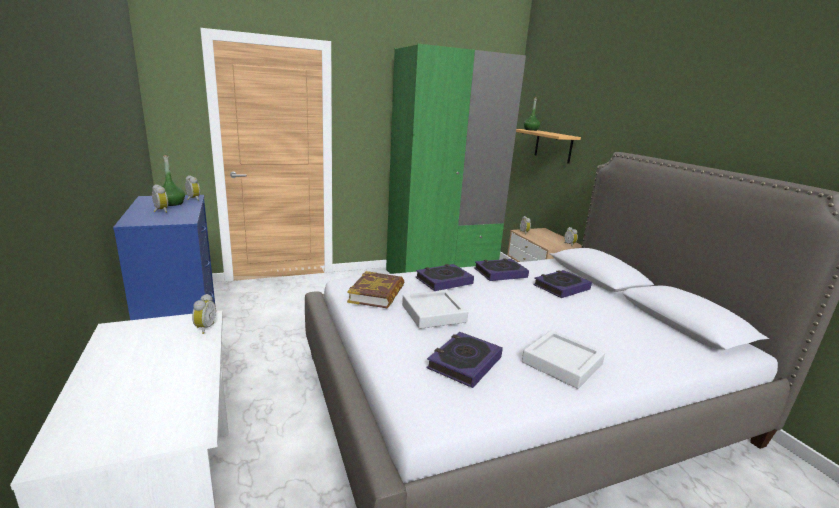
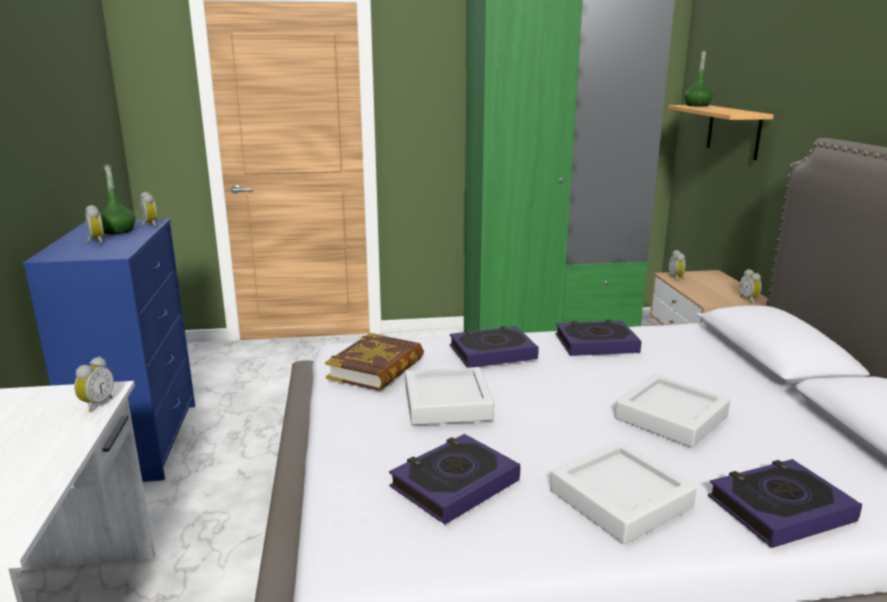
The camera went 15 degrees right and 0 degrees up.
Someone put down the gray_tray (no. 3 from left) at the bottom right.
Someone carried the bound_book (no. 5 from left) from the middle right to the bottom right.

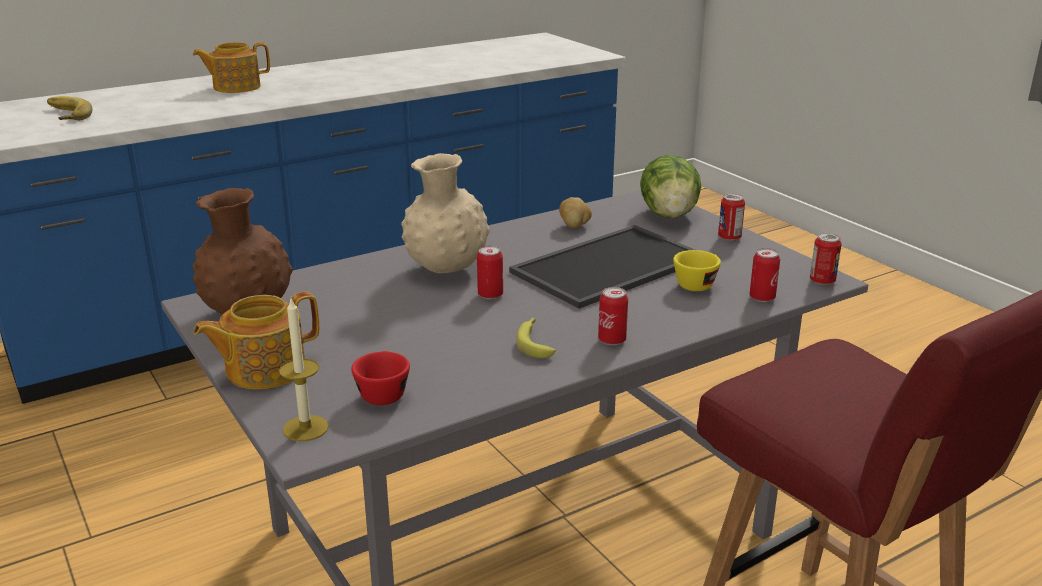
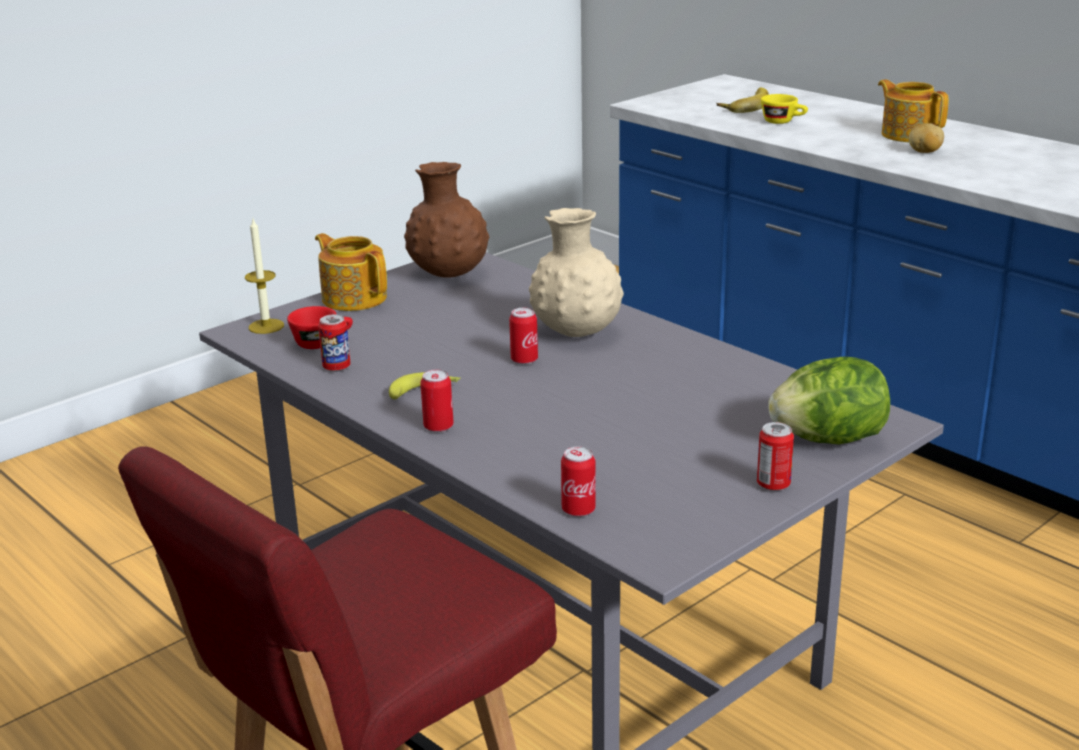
The camera went 80 degrees right and 0 degrees up.
Someone took away the tray at the centre.
Someone carried the spud from the centre to the top right.
Someone carried the yellow-coloured_small_cup from the middle right to the top right.
Someone carried the metal_can (no. 5 from left in the first image) from the middle right to the middle left.

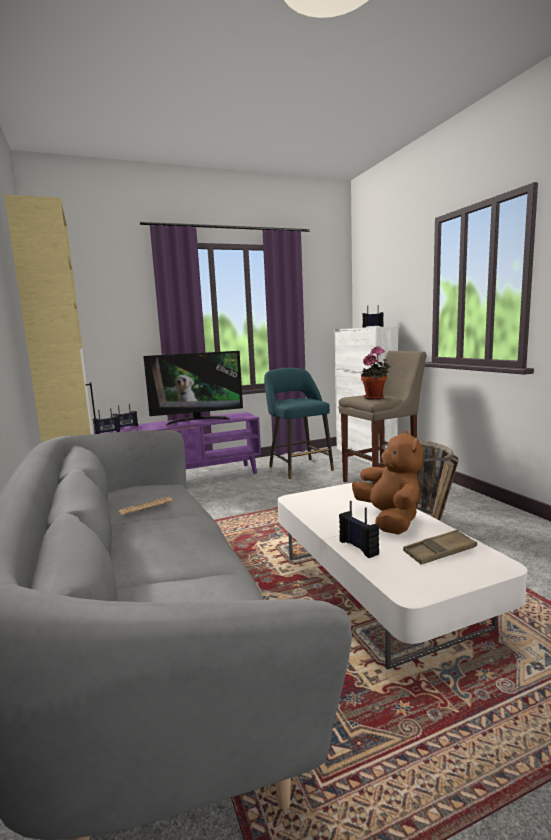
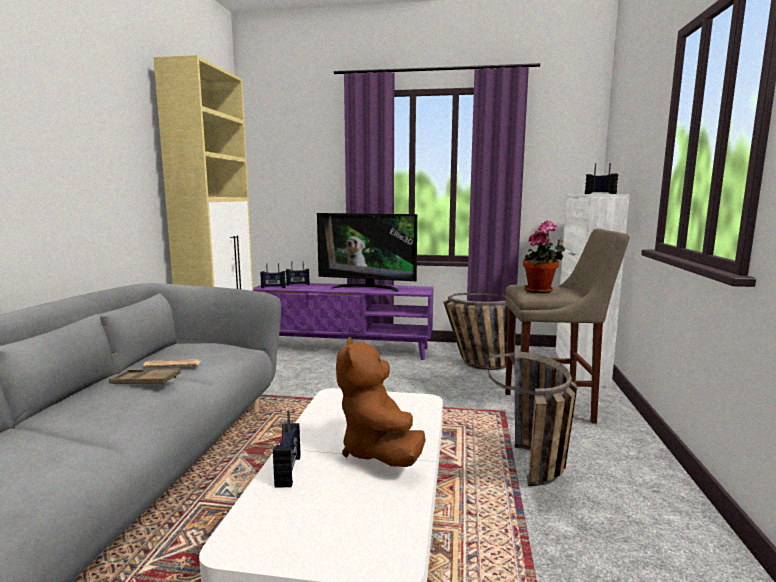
The camera went 30 degrees right and 0 degrees up.
Someone carried the brown_tray from the middle right to the middle left.
Someone swapped the turquoise_sitting_stool at the centre for the storage_basket (no. 1 from left) at the centre.
Someone rotated the brown_cuddly_toy at the middle right by 150 degrees clockwise.

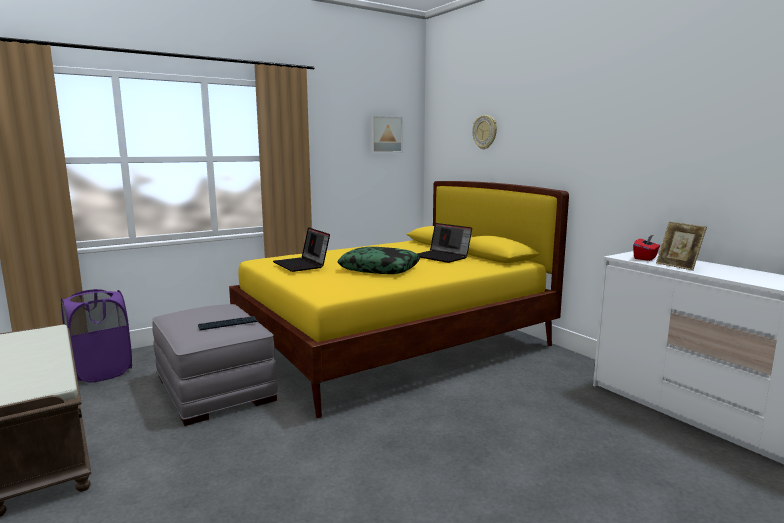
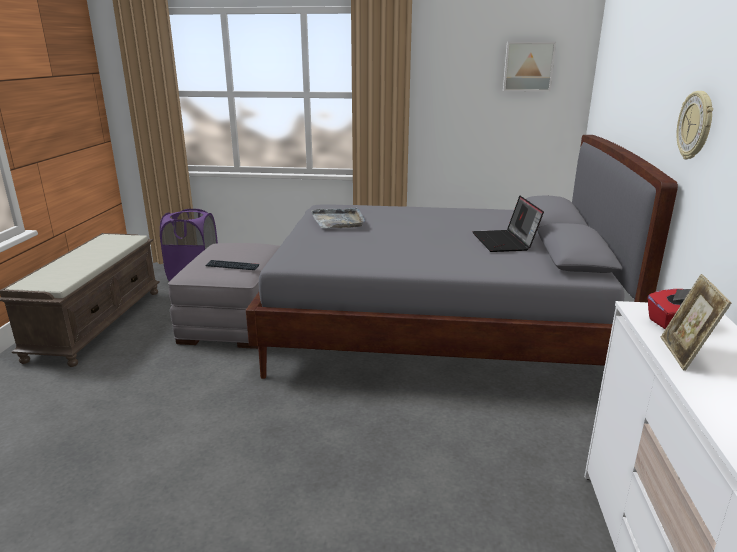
The camera went 40 degrees right and 10 degrees up.
Someone took away the cushion at the centre.
Someone carried the clock_on_the_wall from the top centre to the top right.
Someone swapped the laptop (no. 1 from left) at the centre for the gray_tray at the centre.
Someone repainted the yellow-coloured_bed at the centre, which became the gray_bed at the centre.

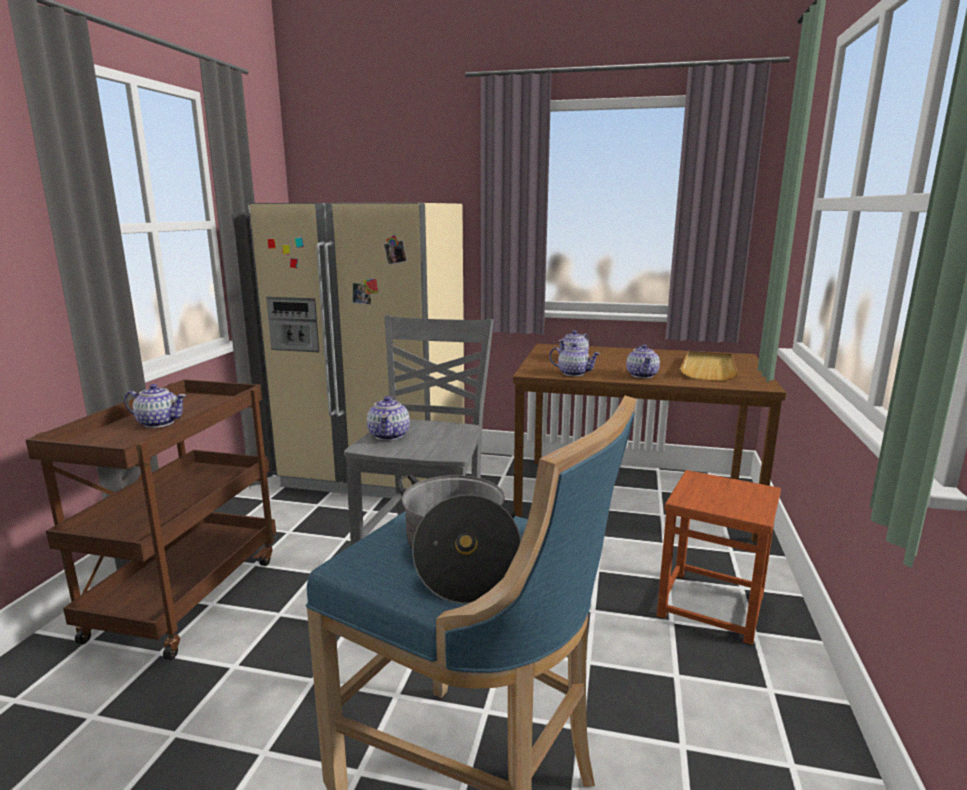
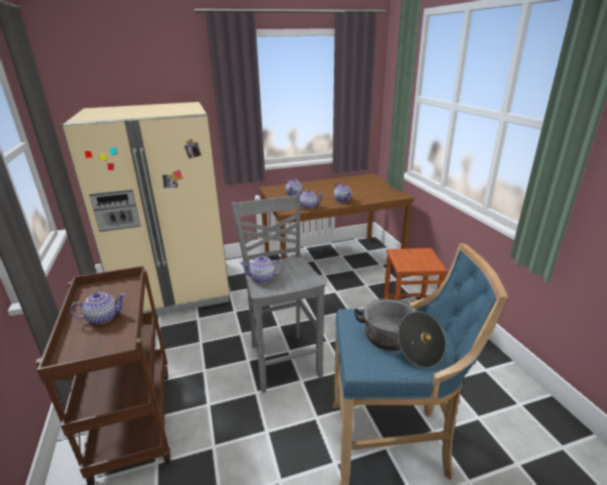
The camera went 30 degrees left and 10 degrees up.
Someone took away the beige_tray at the middle right.
Someone rotated the pot_for_tea (no. 2 from left) at the centre by 120 degrees clockwise.

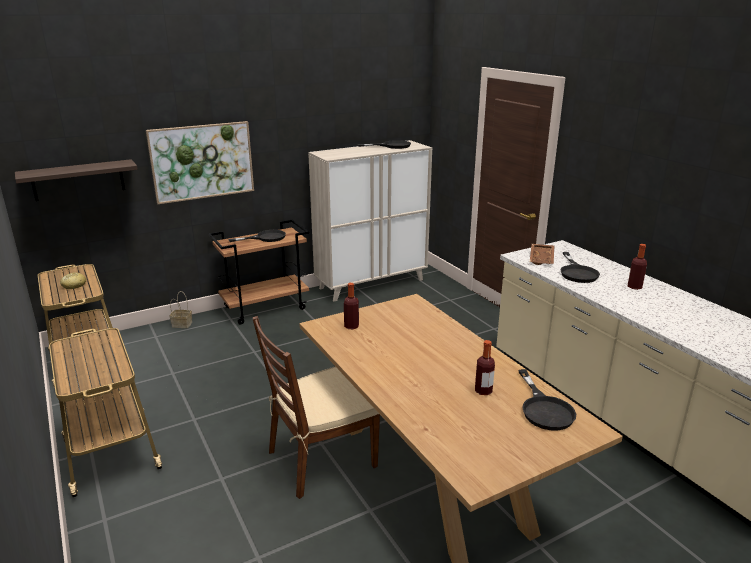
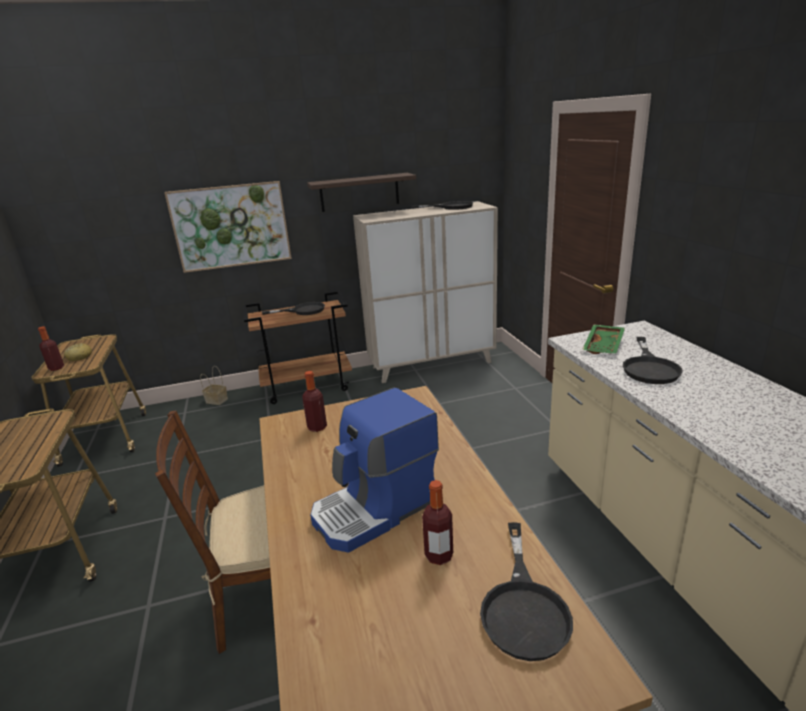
The camera went 15 degrees right and 0 degrees up.
Someone put down the coffee_brewer at the centre.
Someone carried the shelf from the top left to the top centre.
Someone carried the bottle (no. 3 from left in the first image) from the middle right to the middle left.
Someone repainted the brown_tray at the middle right, which became the green-coloured_tray at the middle right.

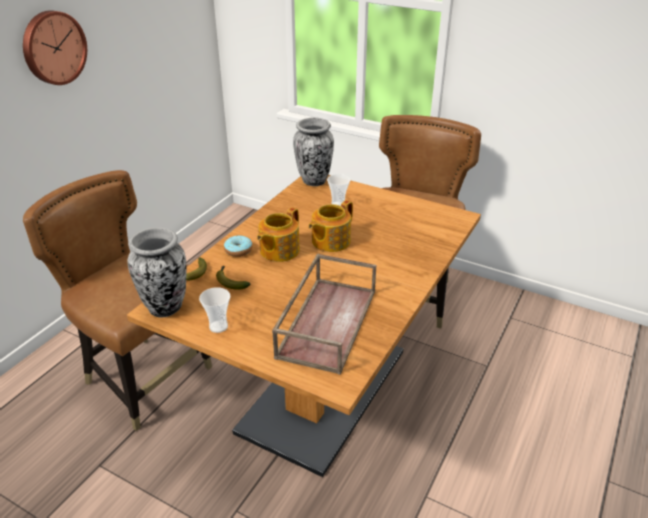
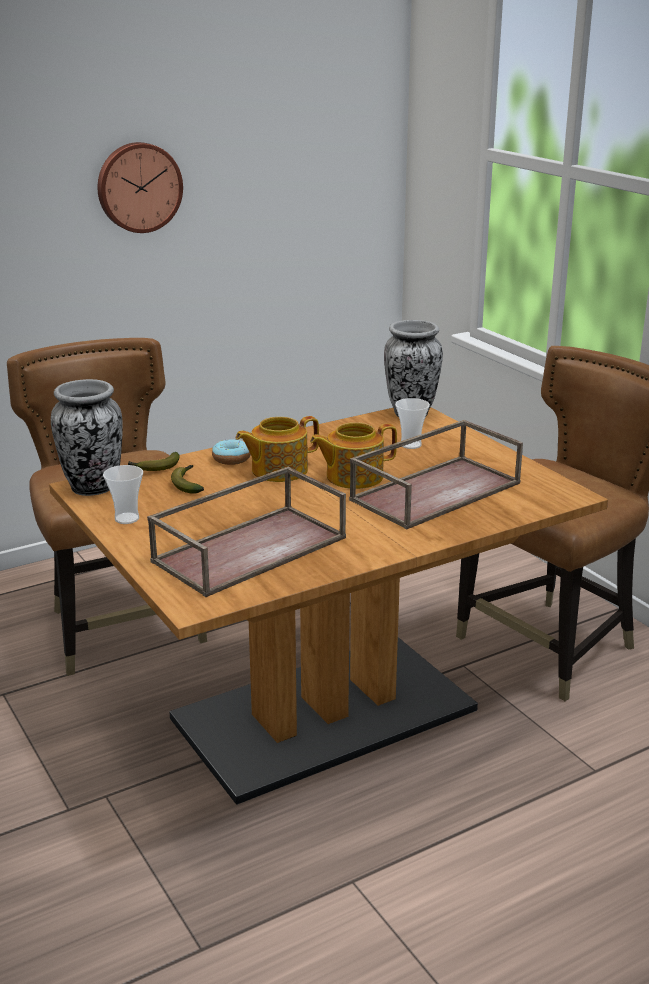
The camera went 30 degrees right and 10 degrees down.
Someone put down the brown_tray (no. 2 from left) at the middle right.

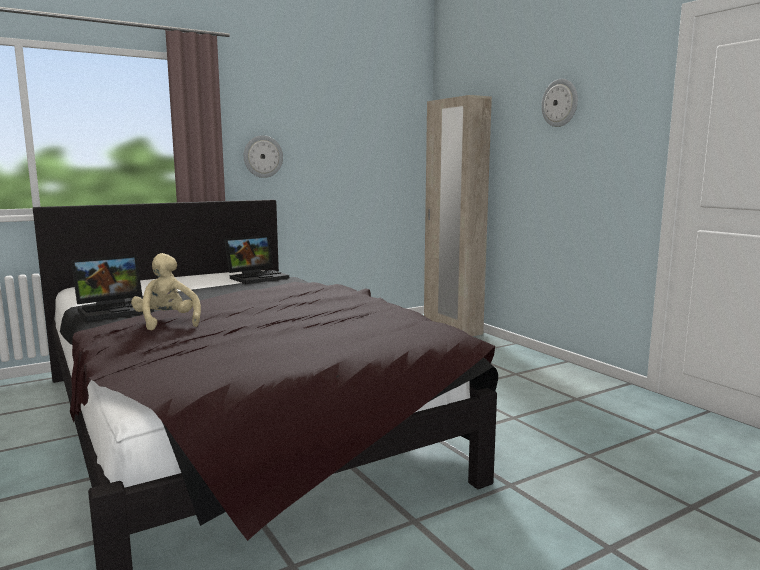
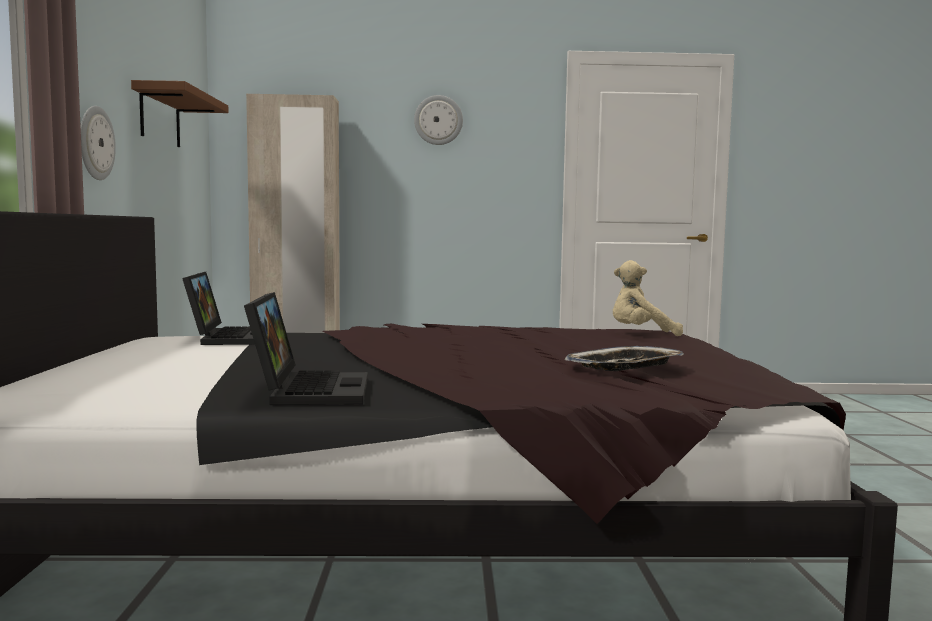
The camera went 60 degrees left and 5 degrees down.
Someone put up the brown_shelf at the top left.
Someone put down the tray at the middle right.
Someone carried the beige_cuddly_toy from the middle left to the middle right.

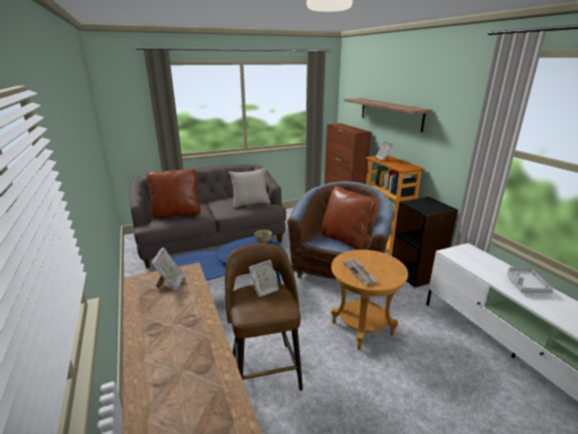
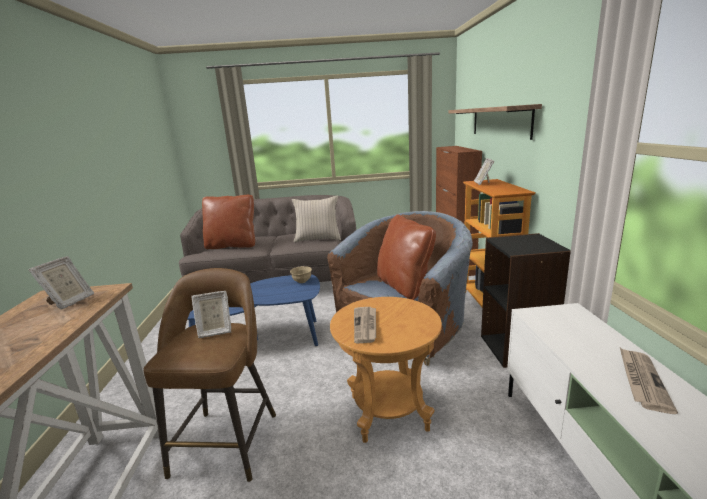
The camera went 20 degrees right and 5 degrees down.
Someone swapped the gray_tray at the middle right for the newspaper (no. 2 from left) at the bottom right.

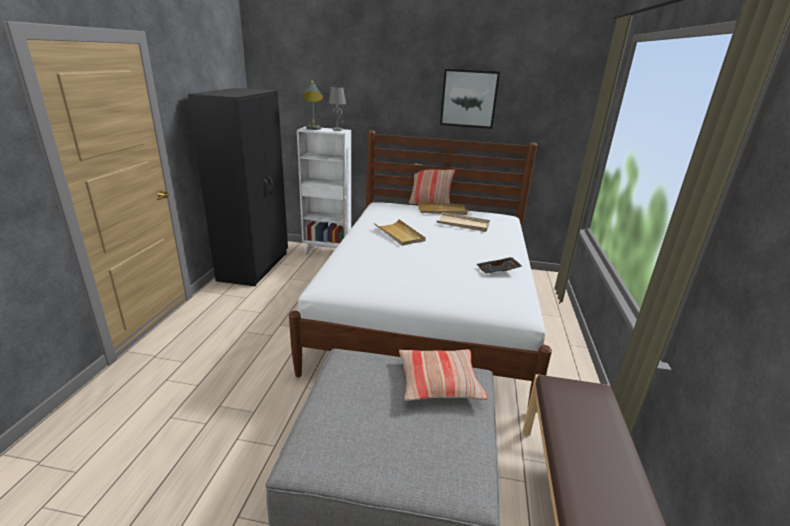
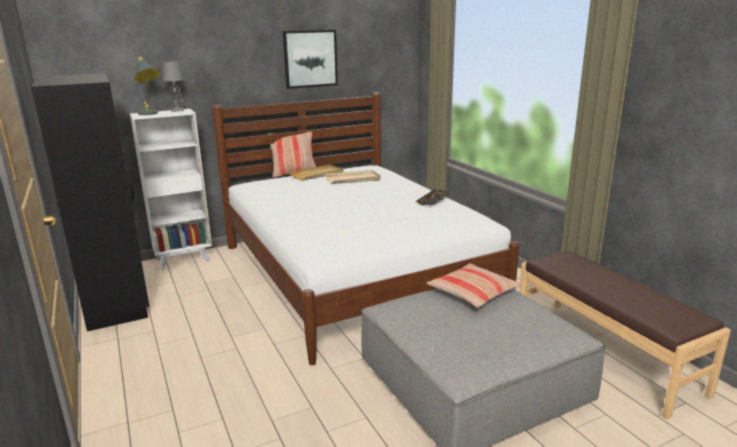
The camera went 35 degrees left and 5 degrees down.
Someone took away the beige_tray (no. 1 from left) at the centre.

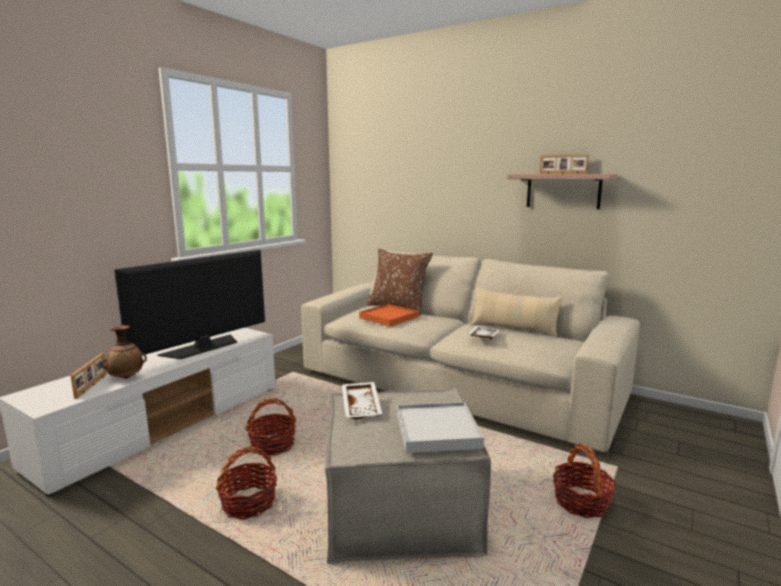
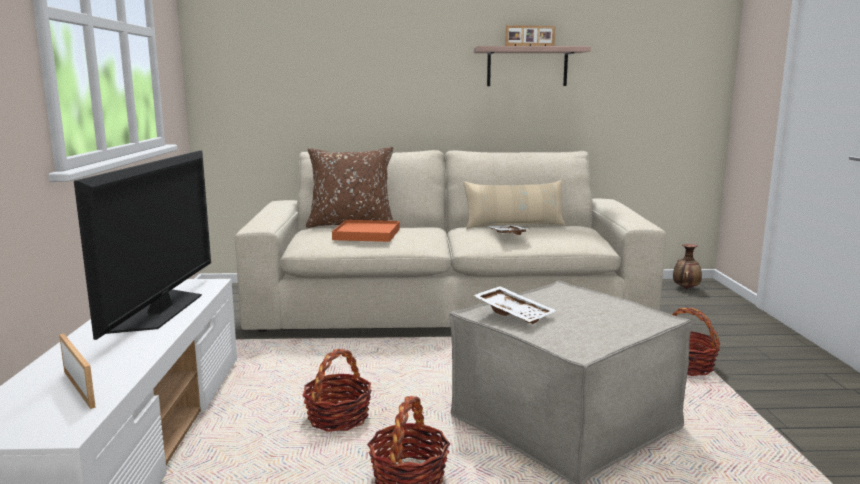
The camera went 35 degrees left and 0 degrees up.
Someone took away the whitish_tray (no. 2 from left) at the bottom centre.
Someone carried the flower_vase from the middle left to the middle right.

